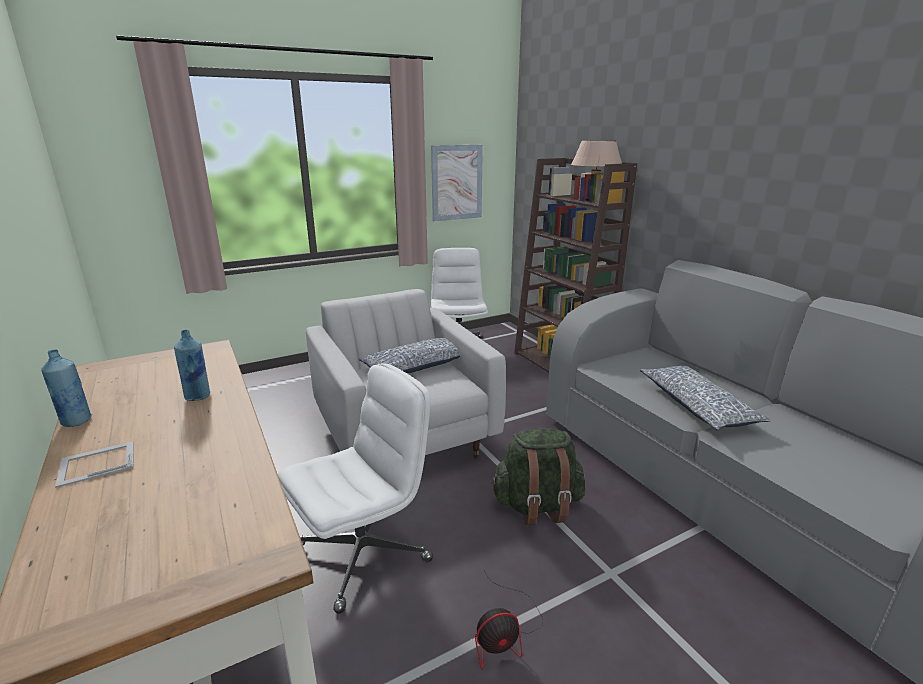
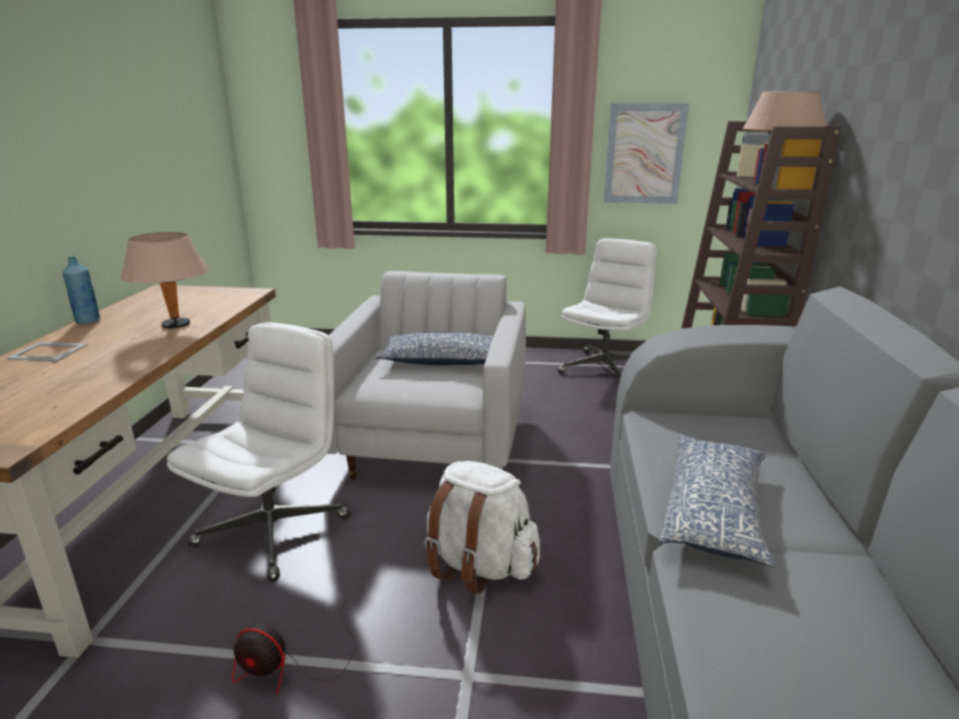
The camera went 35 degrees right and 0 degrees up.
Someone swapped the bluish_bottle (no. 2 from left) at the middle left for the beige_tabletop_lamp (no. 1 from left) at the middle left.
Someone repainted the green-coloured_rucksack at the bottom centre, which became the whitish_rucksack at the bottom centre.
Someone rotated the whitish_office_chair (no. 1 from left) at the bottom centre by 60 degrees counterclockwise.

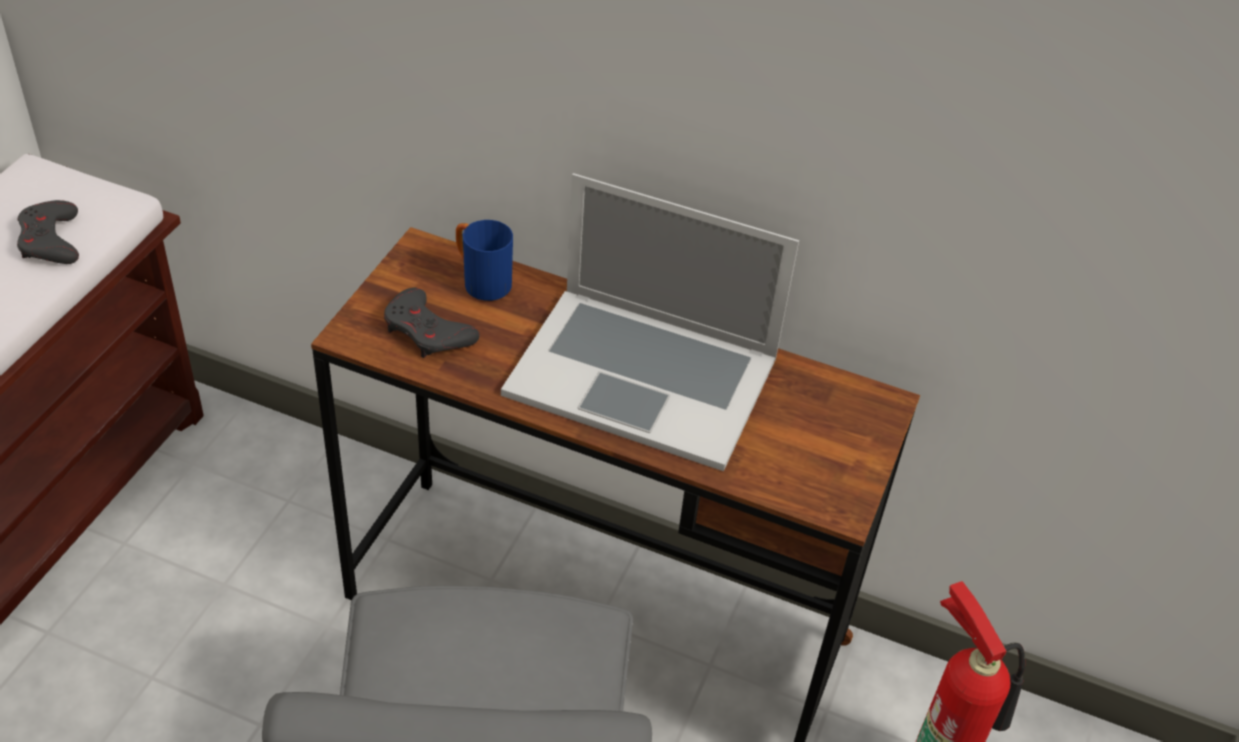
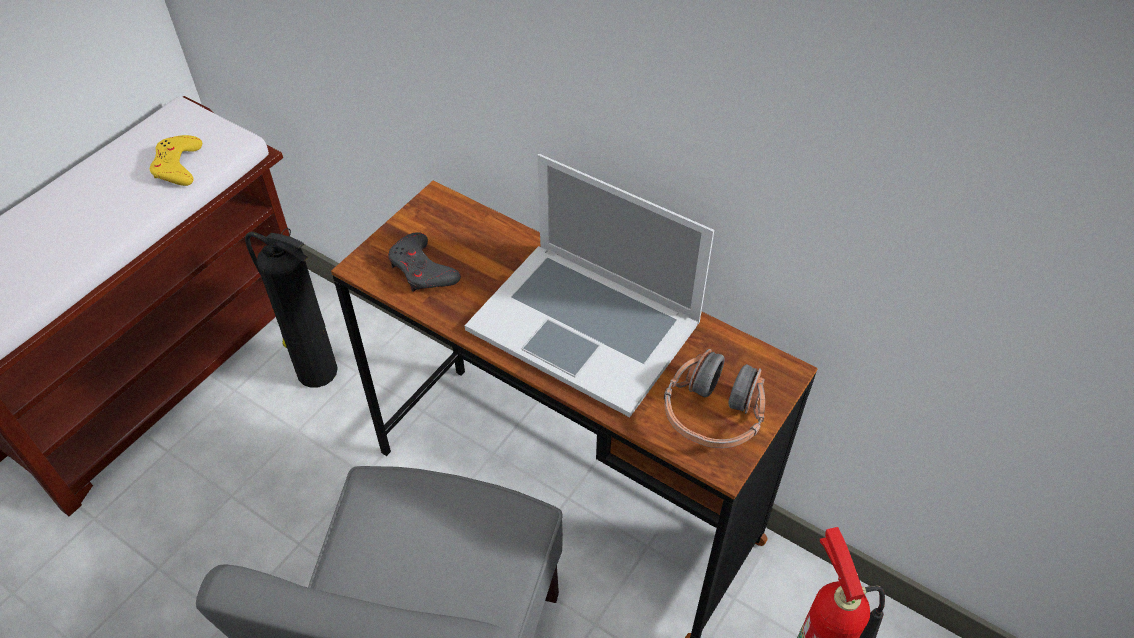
The camera went 15 degrees right and 5 degrees up.
Someone took away the bluish_mug at the centre.
Someone put down the extinguisher (no. 1 from left) at the middle left.
Someone put down the headset at the centre.
Someone repainted the gray_gamepad (no. 1 from left) at the top left, which became the yellow-coloured_gamepad at the top left.

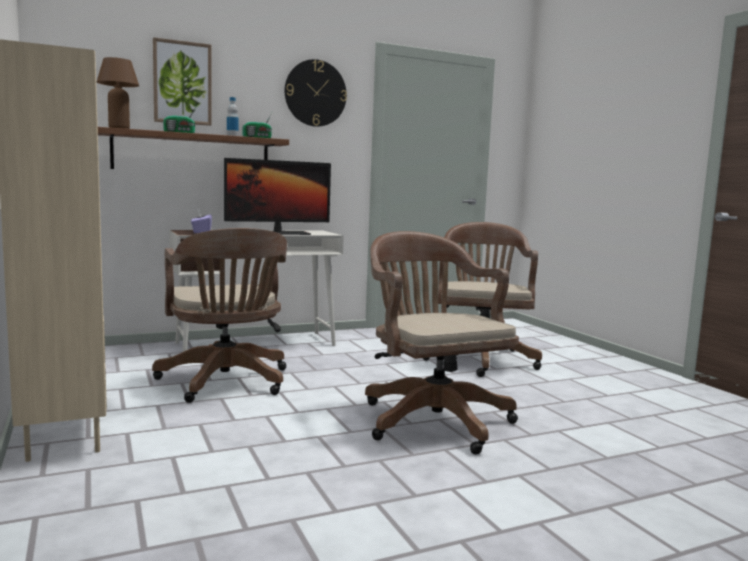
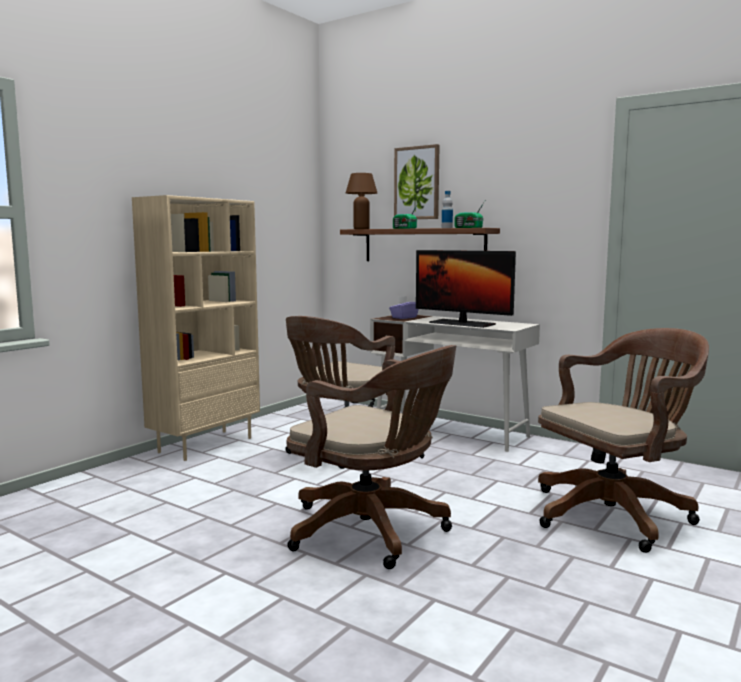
The camera went 60 degrees right and 0 degrees up.
Someone took away the clock_on_the_wall at the top centre.
Someone rotated the brown_office_chair (no. 2 from left) at the centre by 90 degrees clockwise.

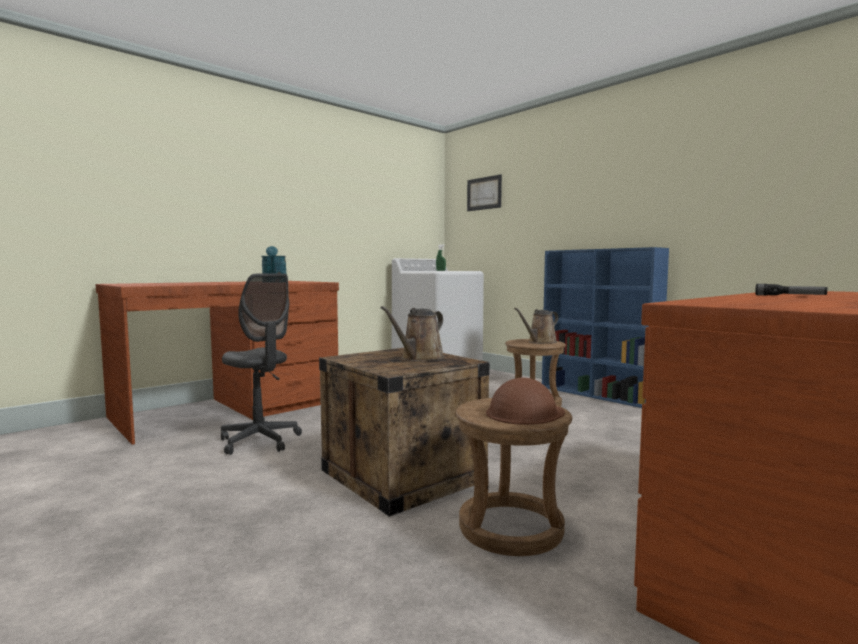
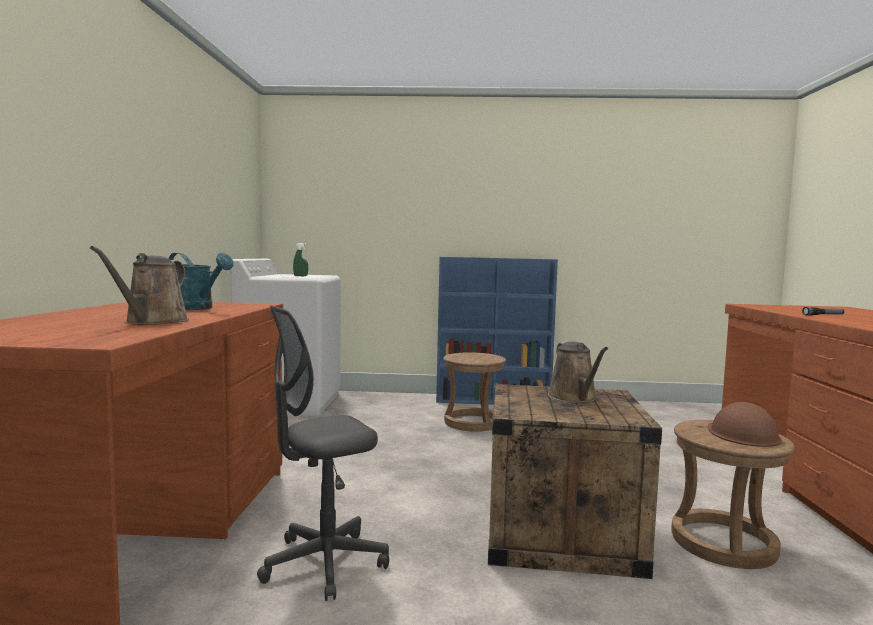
The camera went 45 degrees left and 0 degrees up.
Someone took away the wall_art at the top centre.
Someone carried the brown_sprinkling_can (no. 2 from left in the first image) from the centre to the middle left.
Someone rotated the gray_office_chair at the middle left by 150 degrees clockwise.

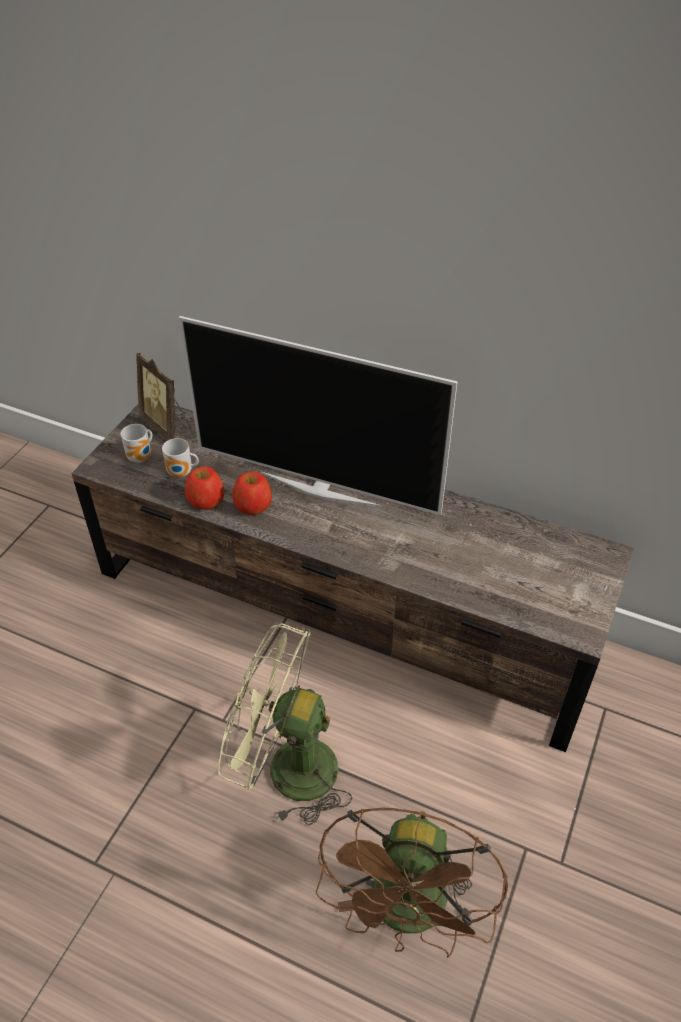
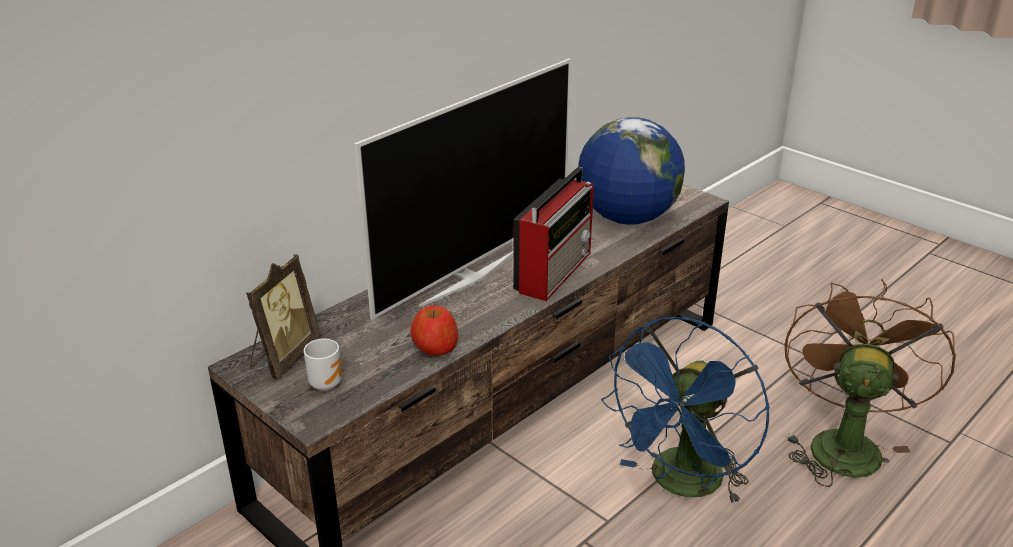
The camera went 70 degrees left and 15 degrees down.
Someone took away the mug (no. 2 from left) at the middle left.
Someone took away the apple_fruit (no. 2 from left) at the centre.
Someone put down the radio_receiver at the centre.
Someone put down the desk_globe at the top centre.
Someone repainted the green-coloured_fan at the bottom centre, which became the bluish_fan at the bottom right.
Someone rotated the standing_frame at the middle left by 45 degrees counterclockwise.
Someone rotated the brown_fan at the bottom centre by 105 degrees counterclockwise.

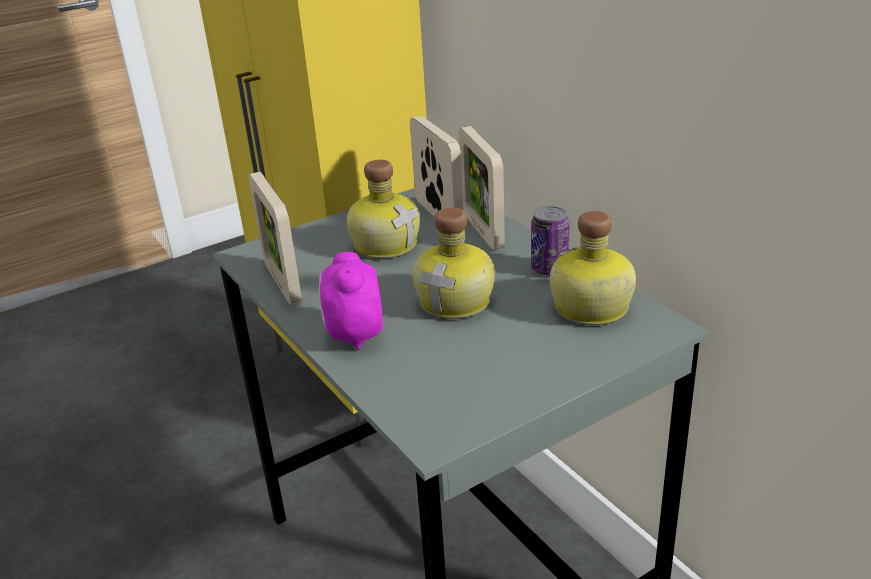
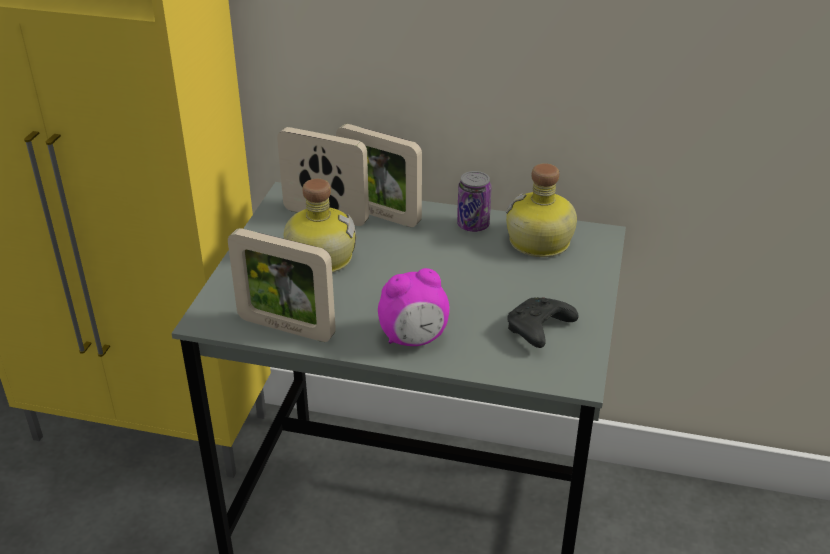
The camera went 45 degrees left and 5 degrees up.
Someone took away the bottle (no. 2 from left) at the centre.
Someone put down the black_gamepad at the centre.
Someone rotated the bedside_clock at the centre by 60 degrees counterclockwise.

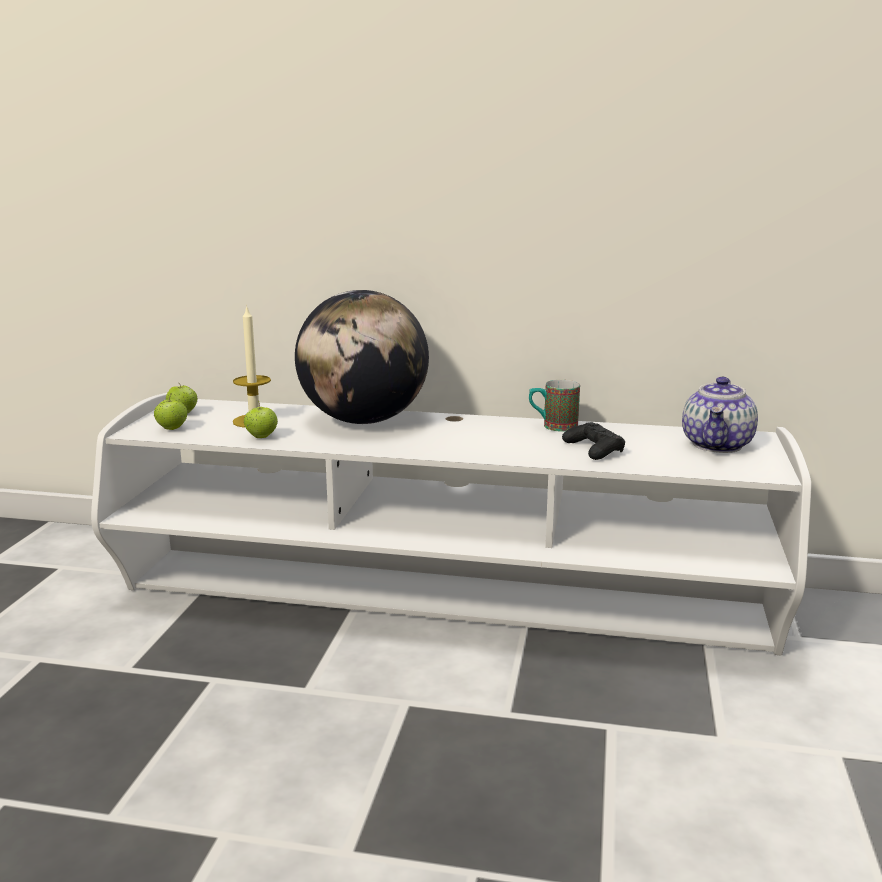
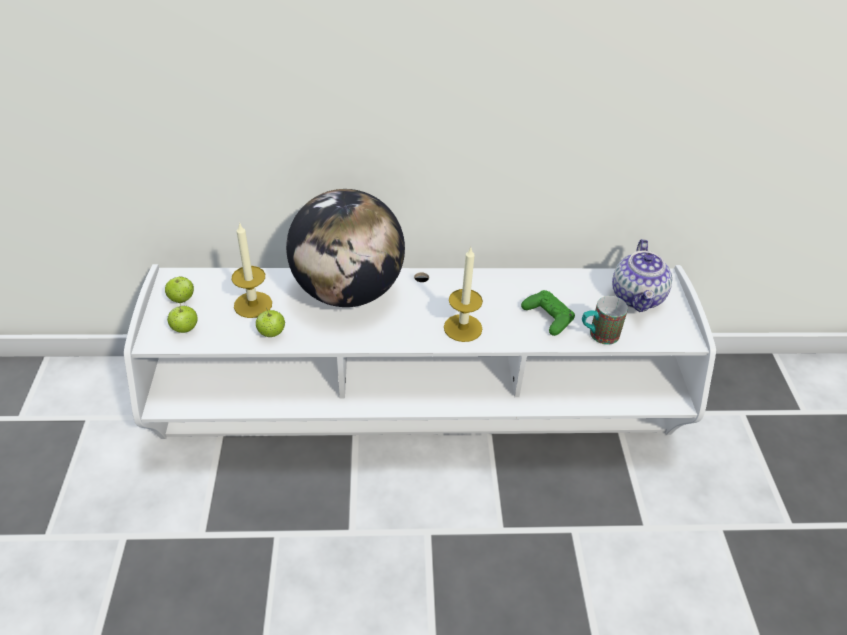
The camera went 15 degrees left and 25 degrees up.
Someone put down the wax_candle (no. 2 from left) at the centre.
Someone carried the mug from the centre to the middle right.
Someone repainted the black_gamepad at the middle right, which became the green-coloured_gamepad at the centre.

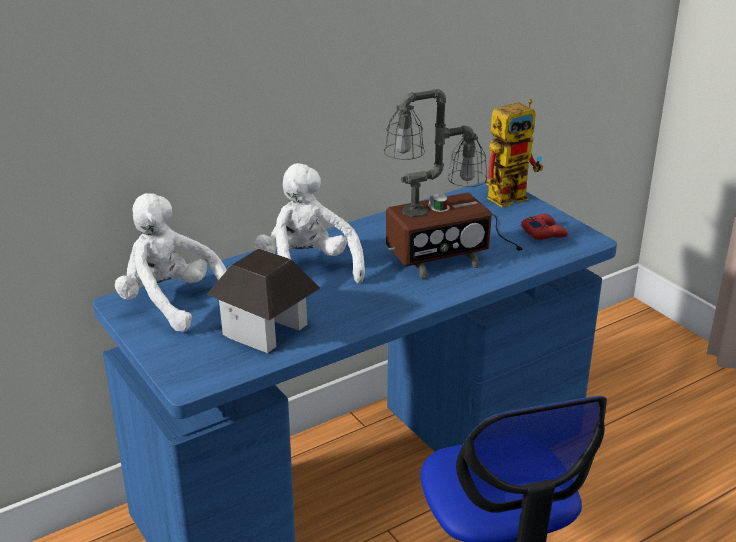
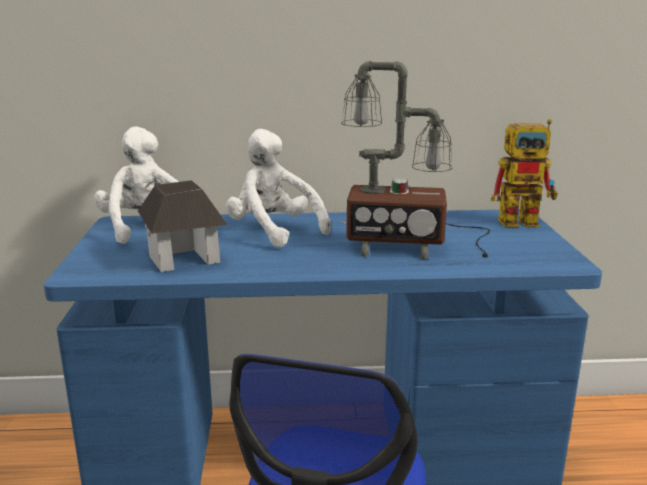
The camera went 30 degrees right and 10 degrees down.
Someone took away the red-coloured_gamepad at the middle right.
Someone rotated the whitish_cuddly_toy (no. 2 from left) at the centre by 45 degrees counterclockwise.

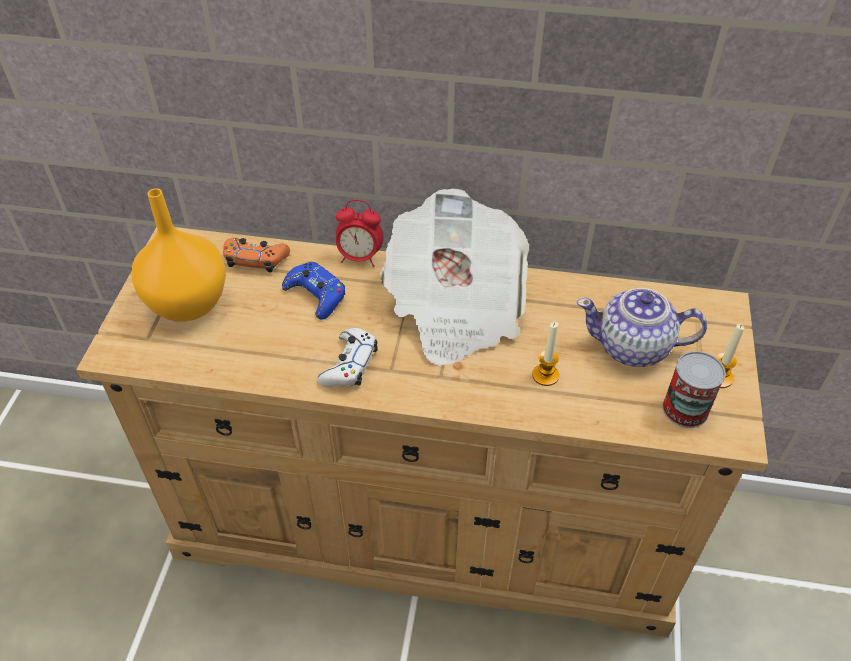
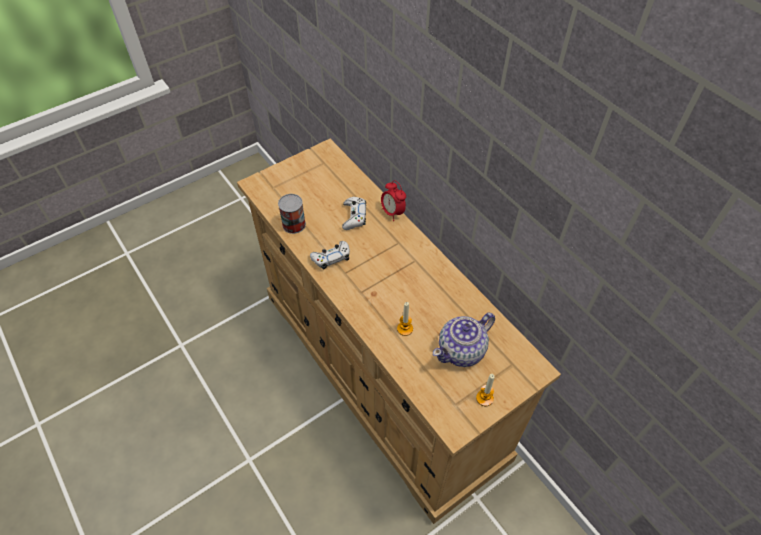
The camera went 45 degrees right and 5 degrees up.
Someone took away the orangey_flower_vase at the middle left.
Someone took away the orangey_gamepad at the middle left.
Someone took away the newspaper at the centre.
Someone carried the metal_can from the middle right to the centre.
Someone repainted the bluish_gamepad at the centre, which became the whitish_gamepad (no. 2 from left) at the centre.
Someone rotated the pot_for_tea at the middle right by 90 degrees counterclockwise.

